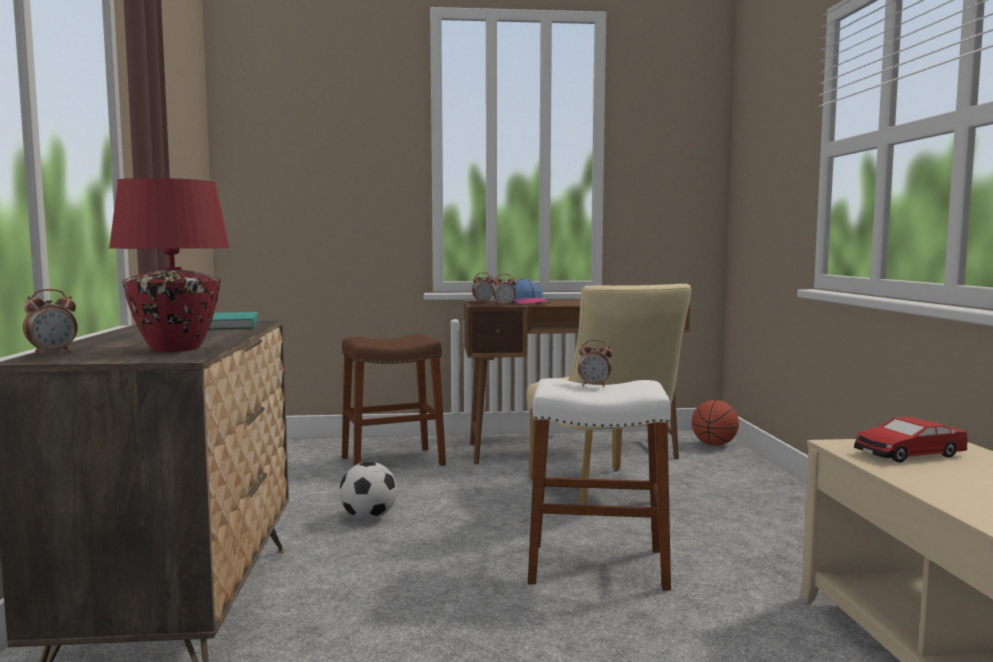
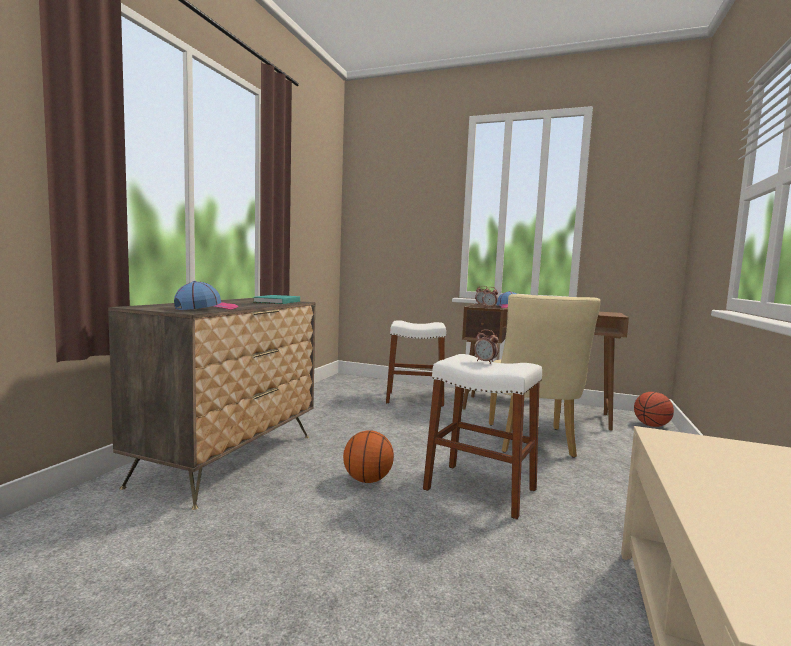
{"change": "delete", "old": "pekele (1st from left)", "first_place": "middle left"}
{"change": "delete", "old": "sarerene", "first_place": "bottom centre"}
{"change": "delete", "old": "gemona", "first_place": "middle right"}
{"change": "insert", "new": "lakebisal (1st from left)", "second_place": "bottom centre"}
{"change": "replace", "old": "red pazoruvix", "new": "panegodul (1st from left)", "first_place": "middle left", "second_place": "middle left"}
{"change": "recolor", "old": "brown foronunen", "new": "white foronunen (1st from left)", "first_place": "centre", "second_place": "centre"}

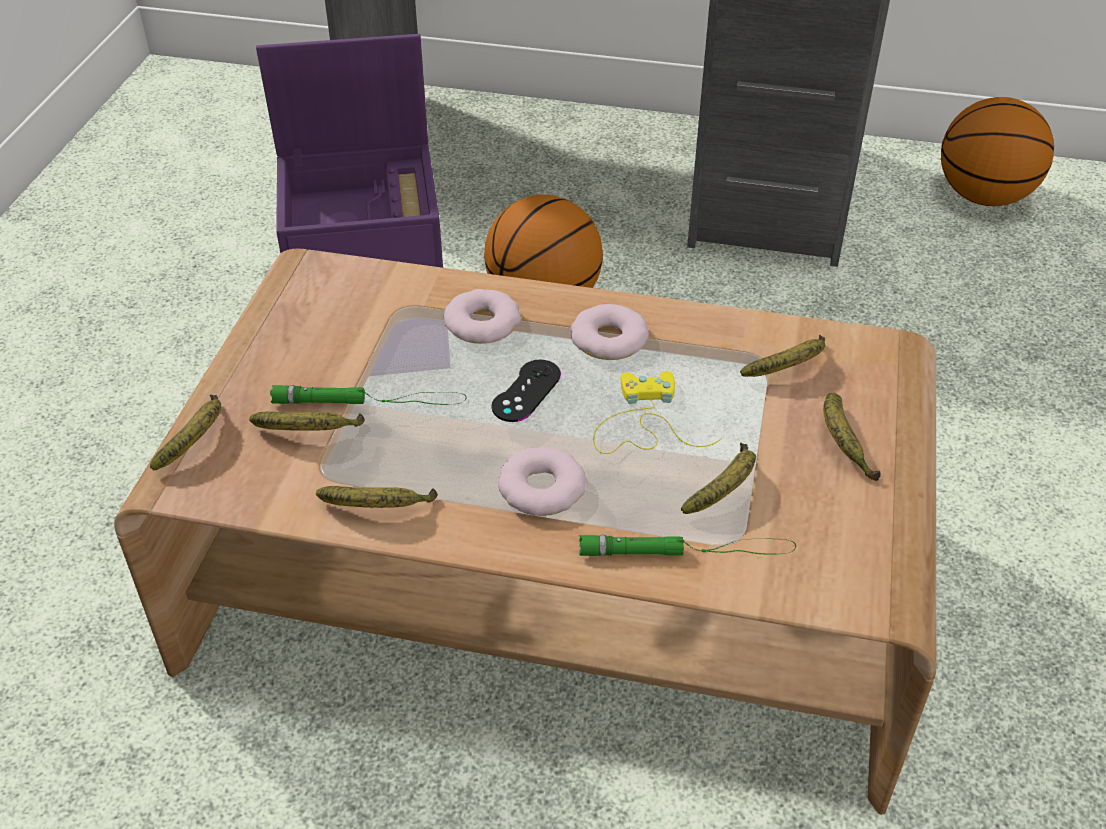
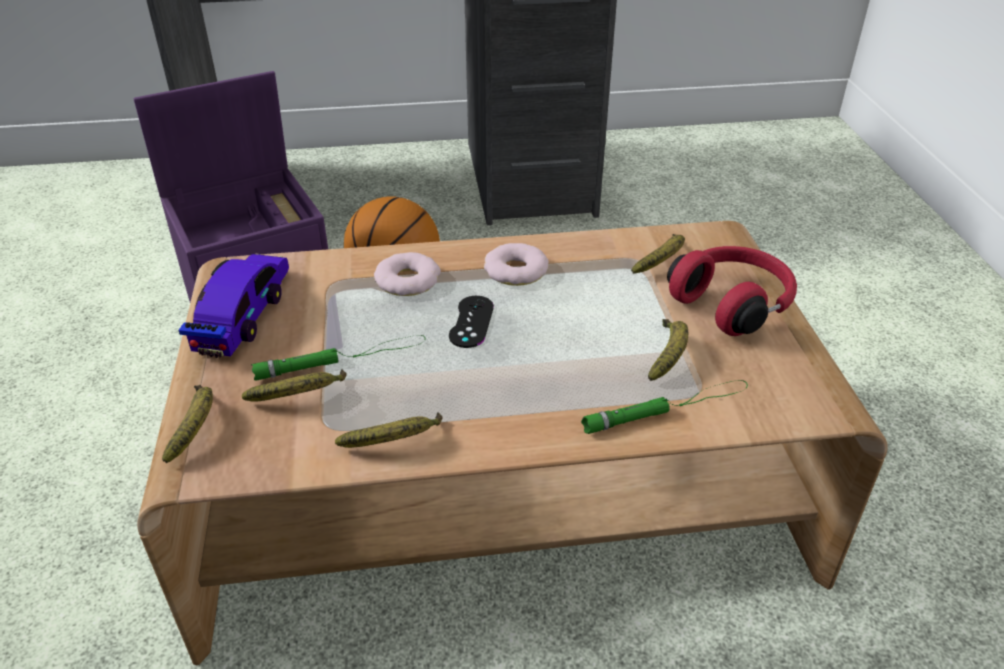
{"change": "delete", "old": "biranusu (2nd from left)", "first_place": "centre"}
{"change": "delete", "old": "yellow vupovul", "first_place": "centre"}
{"change": "delete", "old": "lakebisal (2nd from left)", "first_place": "top right"}
{"change": "insert", "new": "gemona", "second_place": "middle left"}
{"change": "replace", "old": "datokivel (6th from left)", "new": "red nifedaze", "first_place": "middle right", "second_place": "middle right"}

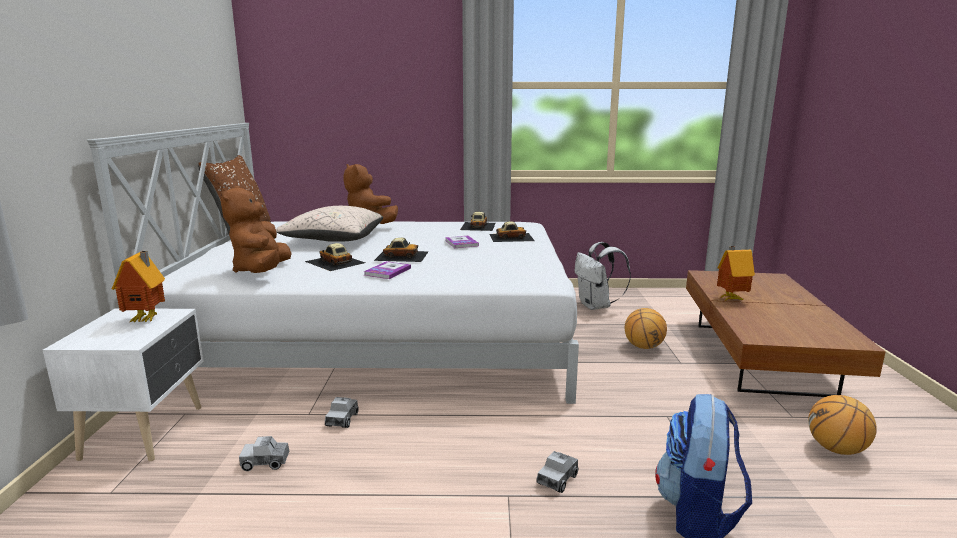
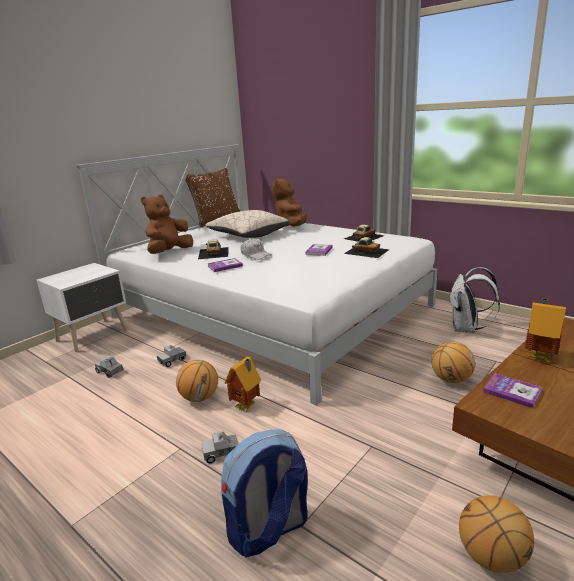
{"change": "insert", "new": "lakebisal (1st from left)", "second_place": "centre"}
{"change": "insert", "new": "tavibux (3rd from left)", "second_place": "bottom right"}
{"change": "move", "old": "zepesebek (1st from left)", "first_place": "middle left", "second_place": "centre"}
{"change": "replace", "old": "gemona (2nd from left)", "new": "white panegodul", "first_place": "centre", "second_place": "centre"}

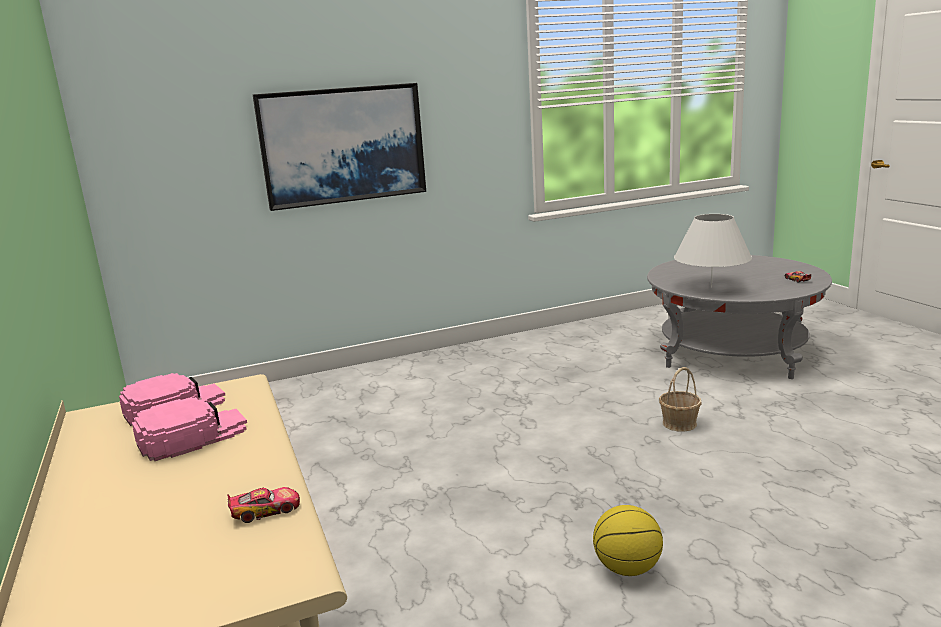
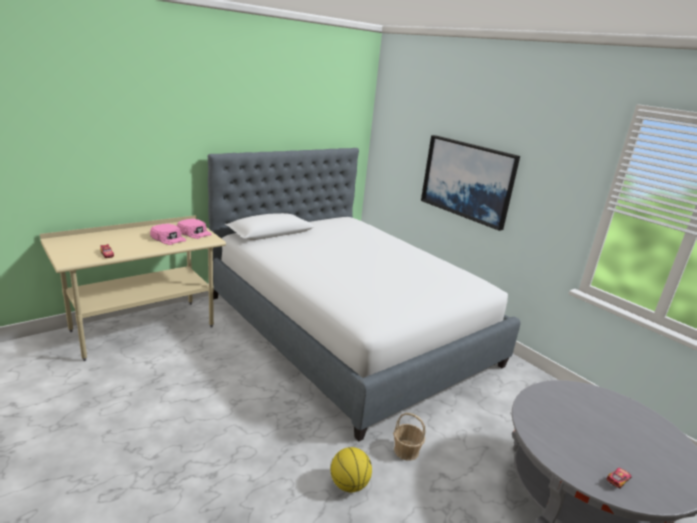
{"change": "delete", "old": "white pazoruvix", "first_place": "middle right"}
{"change": "insert", "new": "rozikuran", "second_place": "centre"}
{"change": "move", "old": "lakebisal", "first_place": "bottom right", "second_place": "bottom centre"}

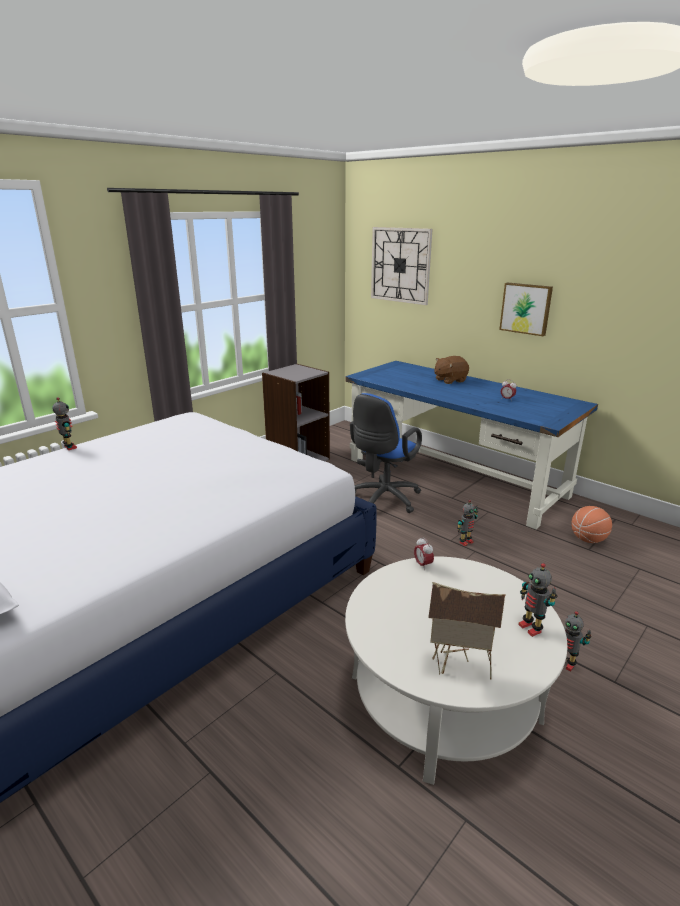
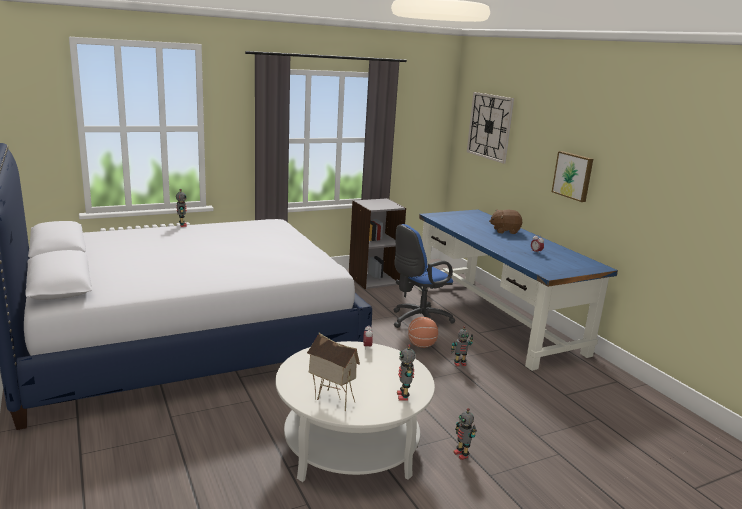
{"change": "move", "old": "lakebisal", "first_place": "middle right", "second_place": "centre"}

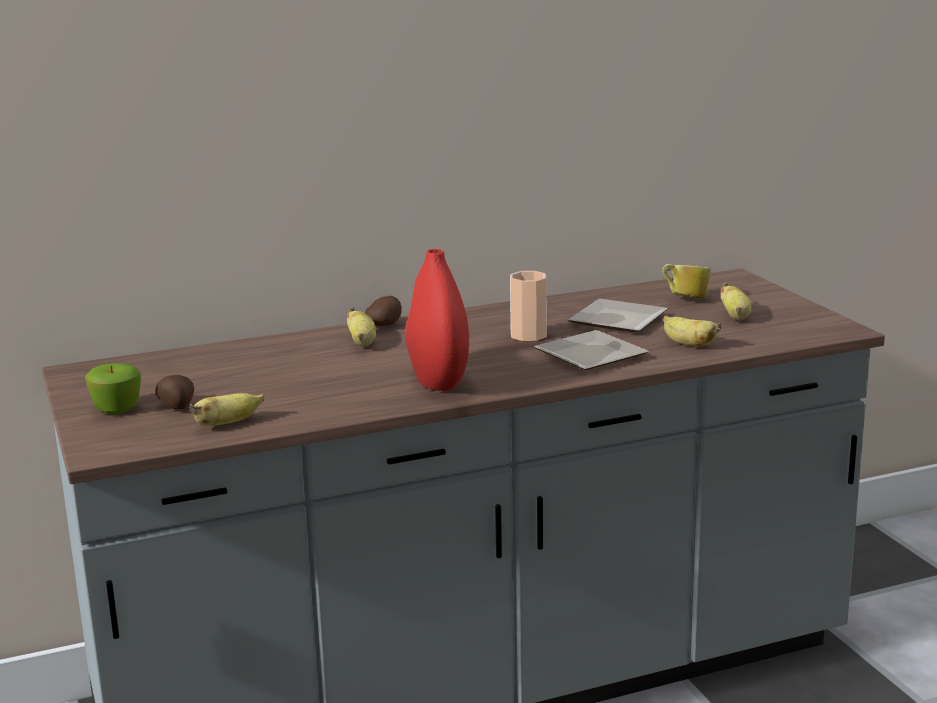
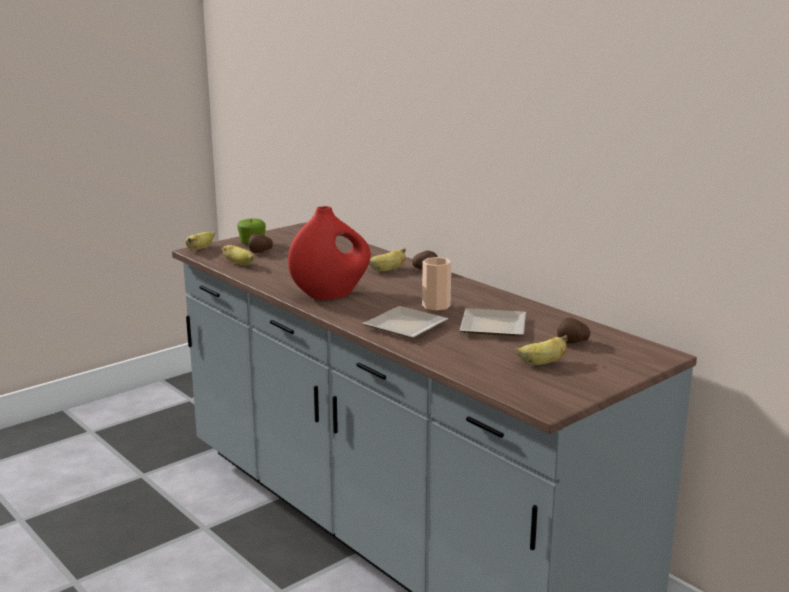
{"change": "move", "old": "datokivel (3rd from left in the first image)", "new": "datokivel (1st from left)", "first_place": "middle right", "second_place": "middle left"}
{"change": "replace", "old": "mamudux", "new": "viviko (3rd from left)", "first_place": "middle right", "second_place": "middle right"}

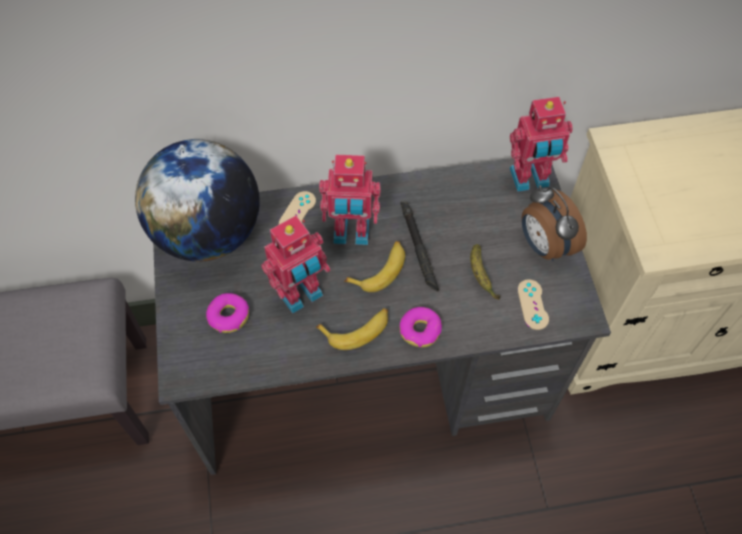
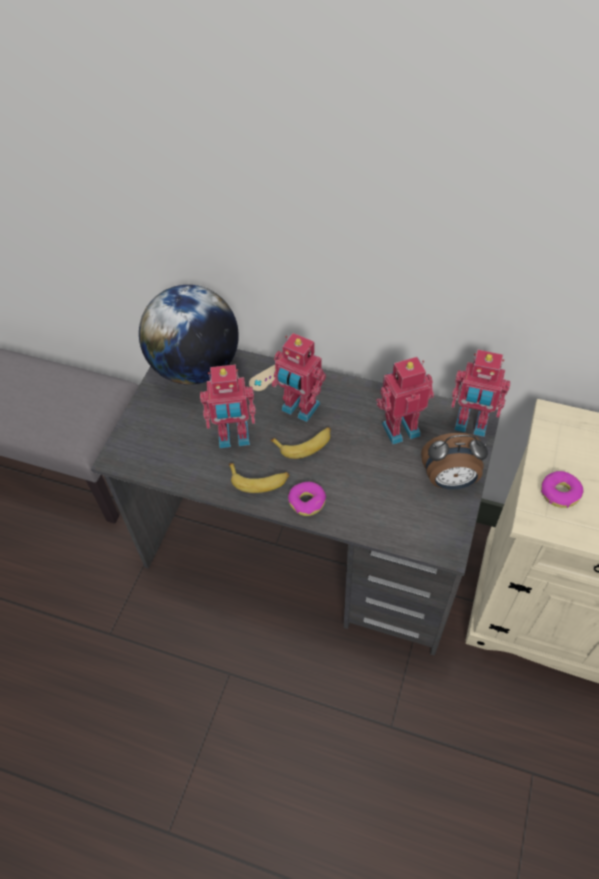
{"change": "delete", "old": "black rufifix", "first_place": "centre"}
{"change": "delete", "old": "datokivel (3rd from left)", "first_place": "centre"}
{"change": "delete", "old": "beige vupovul (2nd from left)", "first_place": "middle right"}
{"change": "insert", "new": "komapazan (3rd from left)", "second_place": "middle right"}
{"change": "move", "old": "biranusu (1st from left in the first image)", "new": "biranusu (2nd from left)", "first_place": "middle left", "second_place": "middle right"}
{"change": "rotate", "old": "pekele", "first_place": "middle right", "second_place": "middle right", "degrees": -90}

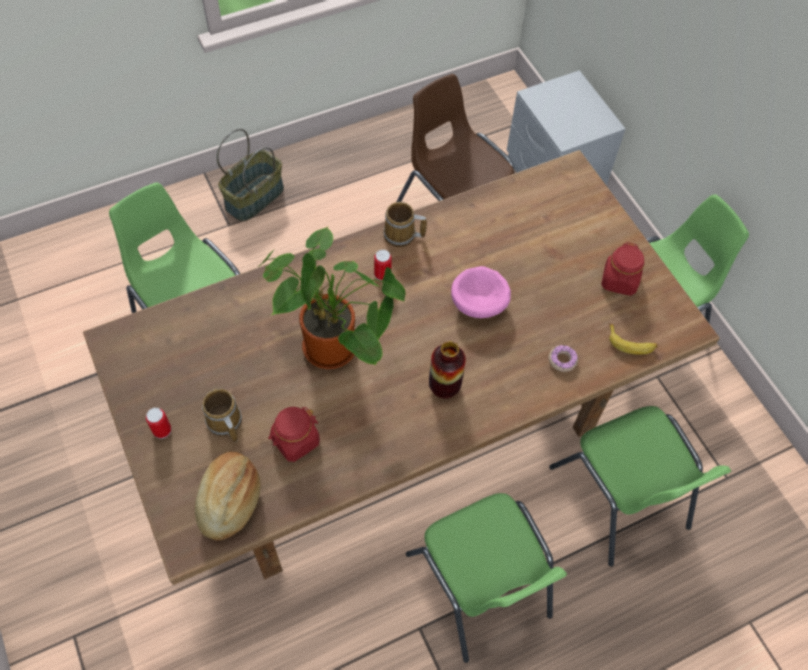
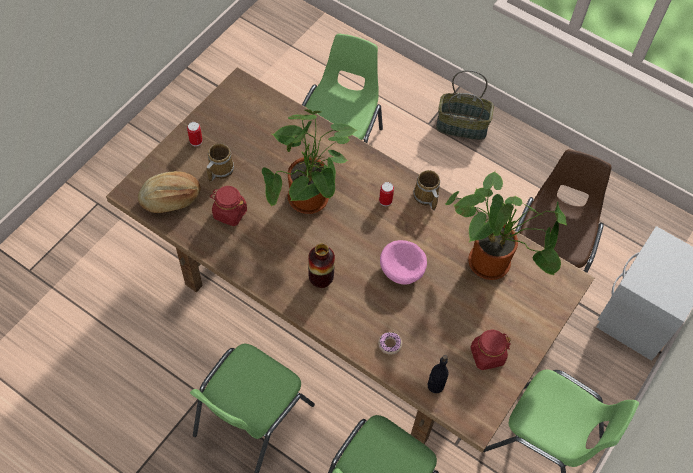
{"change": "insert", "new": "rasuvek (2nd from left)", "second_place": "middle right"}
{"change": "replace", "old": "datokivel", "new": "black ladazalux", "first_place": "middle right", "second_place": "bottom centre"}

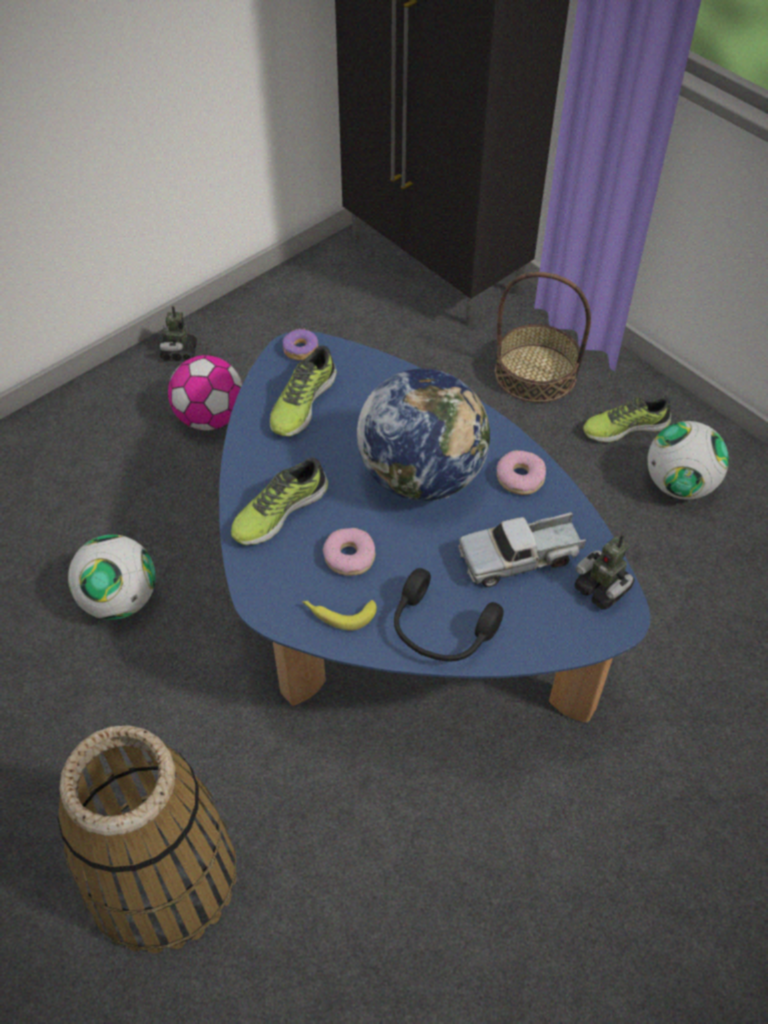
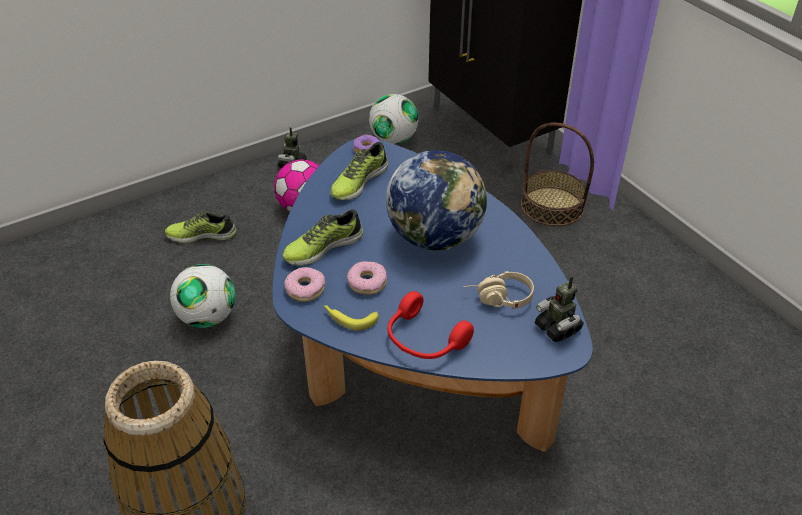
{"change": "move", "old": "biranusu (3rd from left in the first image)", "new": "biranusu (1st from left)", "first_place": "middle right", "second_place": "centre"}
{"change": "move", "old": "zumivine (3rd from left in the first image)", "new": "zumivine (1st from left)", "first_place": "middle right", "second_place": "middle left"}
{"change": "move", "old": "sarerene (3rd from left)", "first_place": "middle right", "second_place": "top centre"}
{"change": "replace", "old": "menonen", "new": "beige nifedaze", "first_place": "middle right", "second_place": "centre"}
{"change": "recolor", "old": "black nifedaze", "new": "red nifedaze", "first_place": "centre", "second_place": "centre"}

